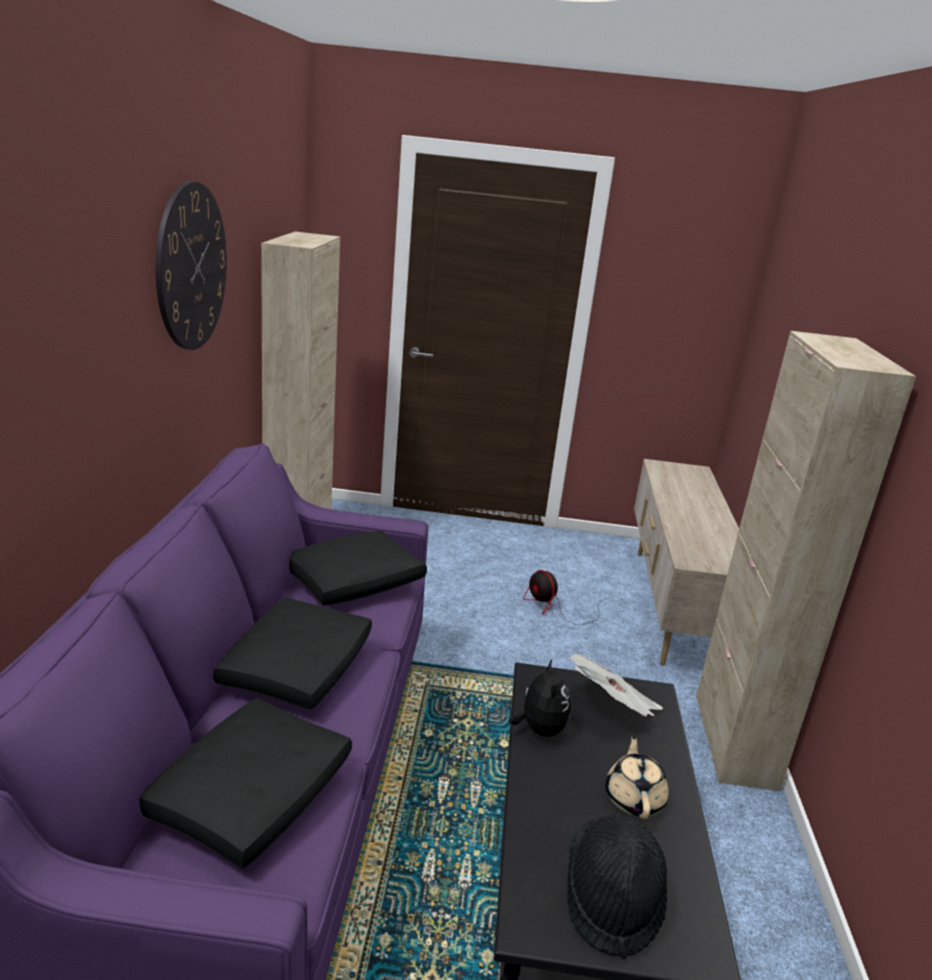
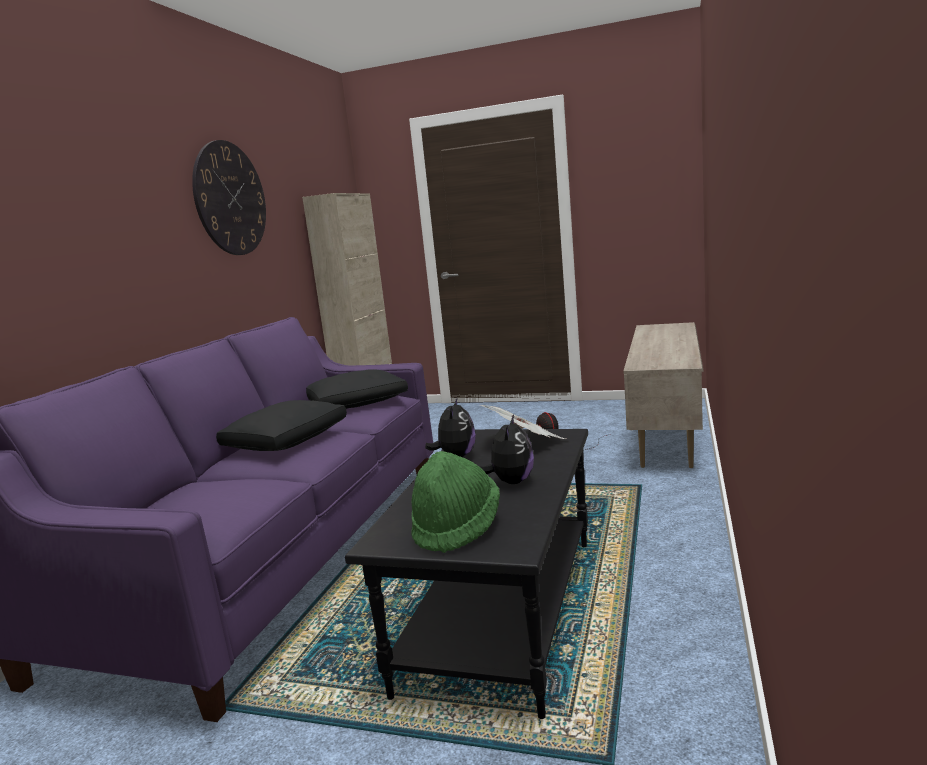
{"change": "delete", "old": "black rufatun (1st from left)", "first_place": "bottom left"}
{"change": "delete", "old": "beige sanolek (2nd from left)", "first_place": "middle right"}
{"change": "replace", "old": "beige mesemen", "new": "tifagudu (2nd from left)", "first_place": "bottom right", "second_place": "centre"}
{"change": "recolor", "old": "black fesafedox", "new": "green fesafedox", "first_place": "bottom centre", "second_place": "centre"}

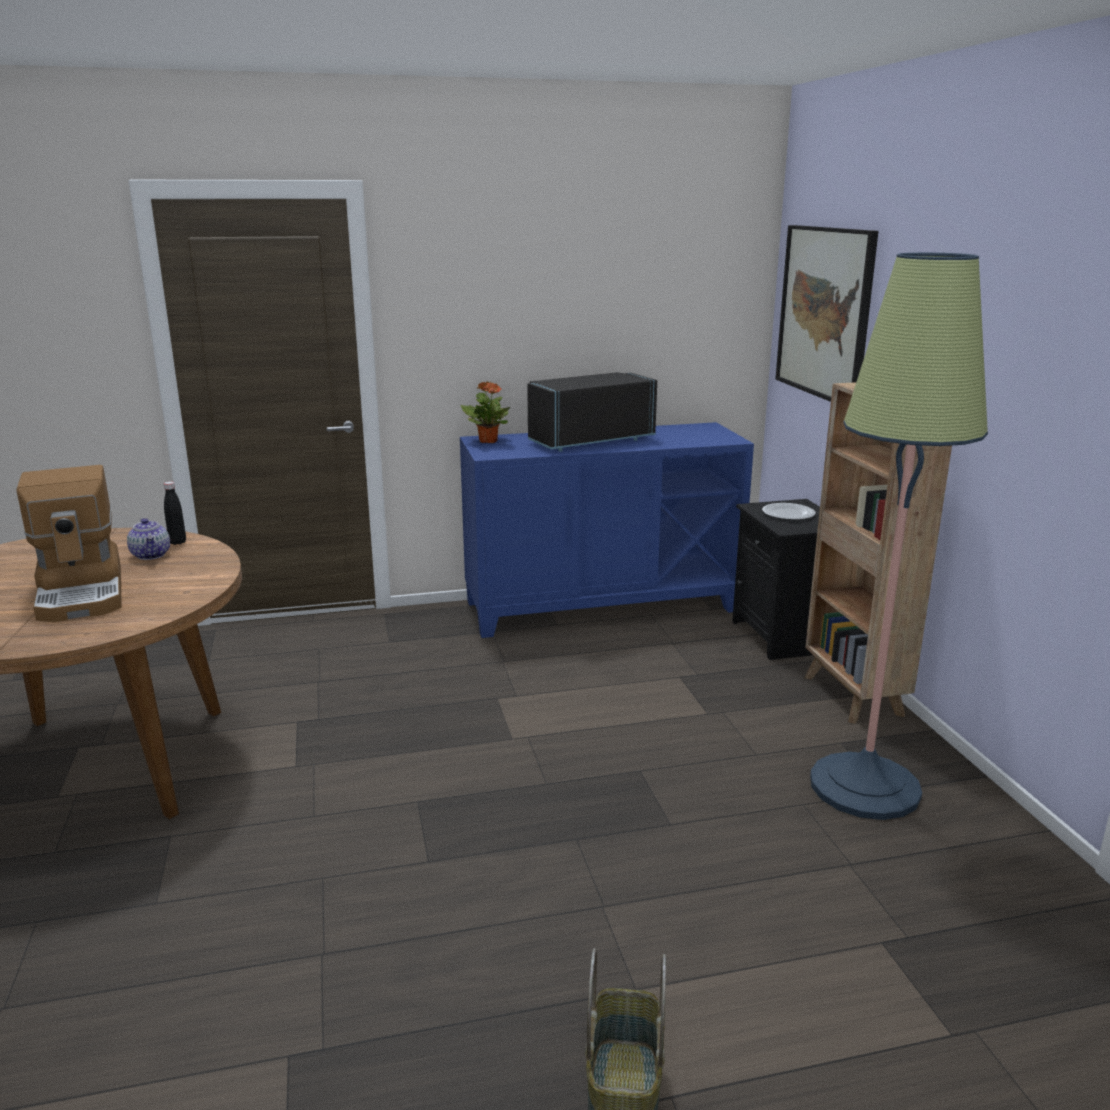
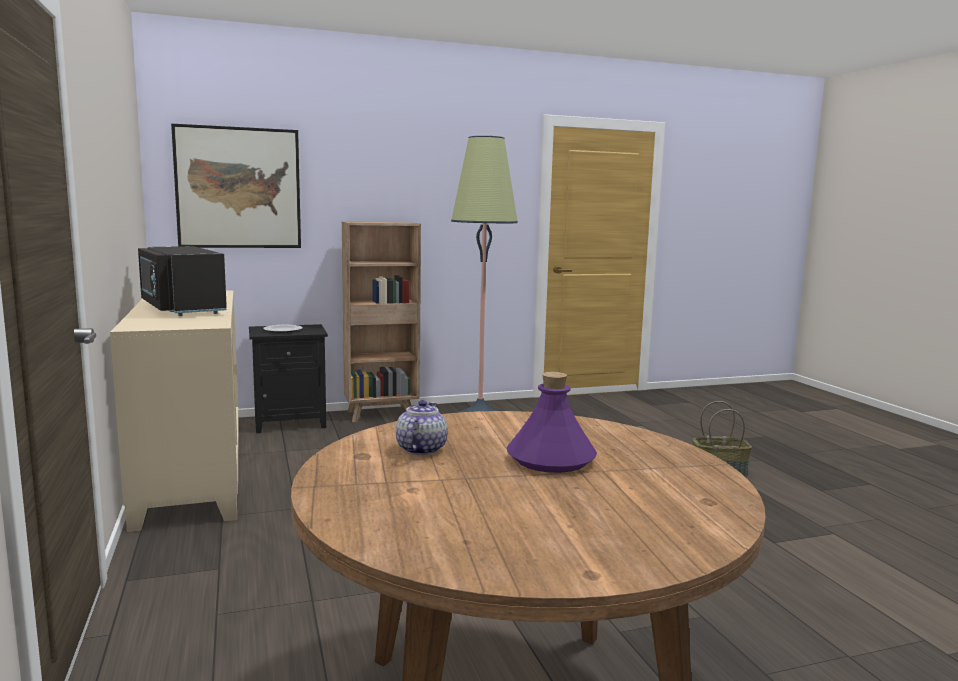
{"change": "delete", "old": "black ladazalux", "first_place": "middle left"}
{"change": "delete", "old": "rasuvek", "first_place": "centre"}
{"change": "replace", "old": "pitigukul", "new": "purple ladazalux", "first_place": "middle left", "second_place": "centre"}
{"change": "recolor", "old": "blue sanolek", "new": "beige sanolek", "first_place": "centre", "second_place": "middle left"}
{"change": "rotate", "old": "mesemen", "first_place": "middle left", "second_place": "centre", "degrees": -45}

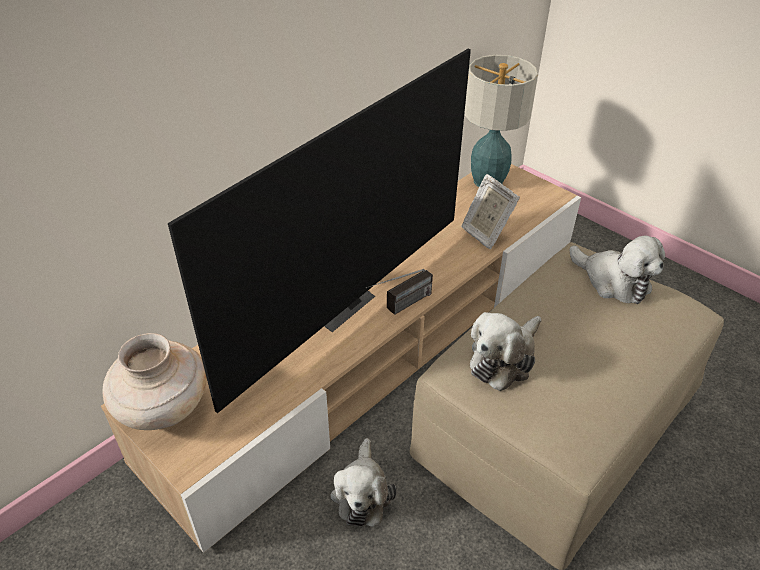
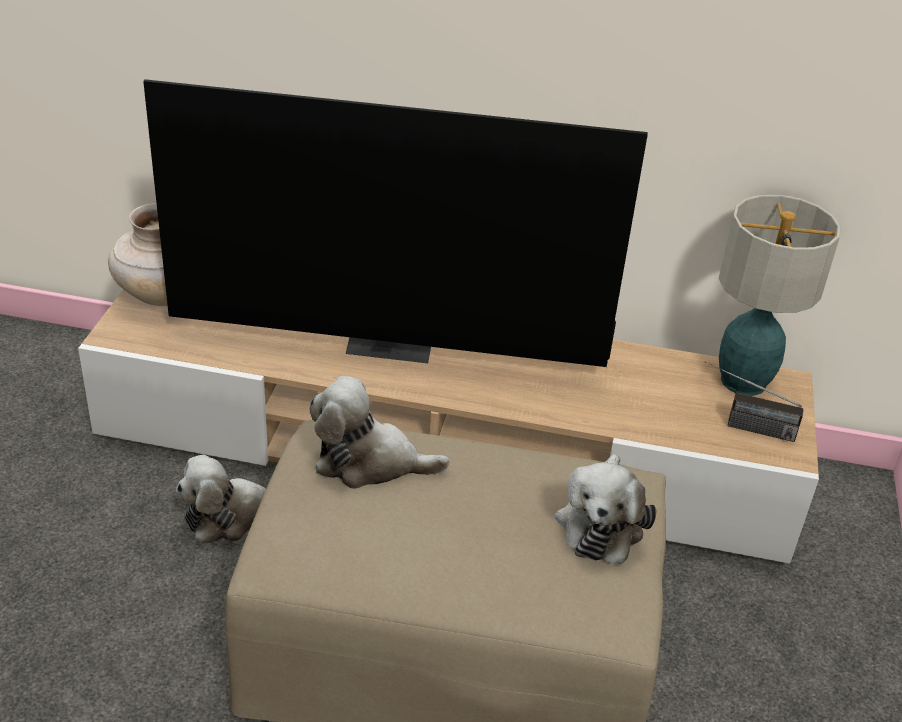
{"change": "delete", "old": "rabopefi", "first_place": "centre"}
{"change": "move", "old": "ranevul", "first_place": "centre", "second_place": "middle right"}

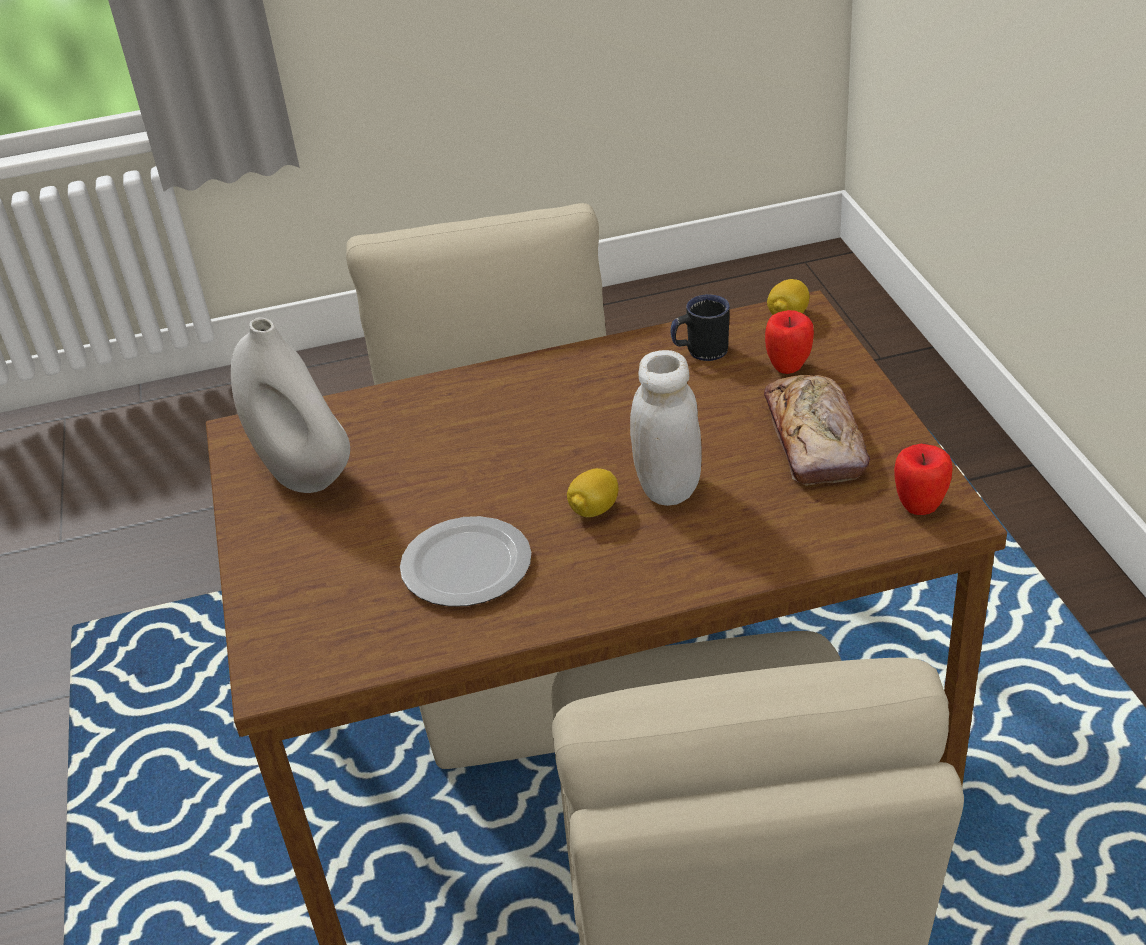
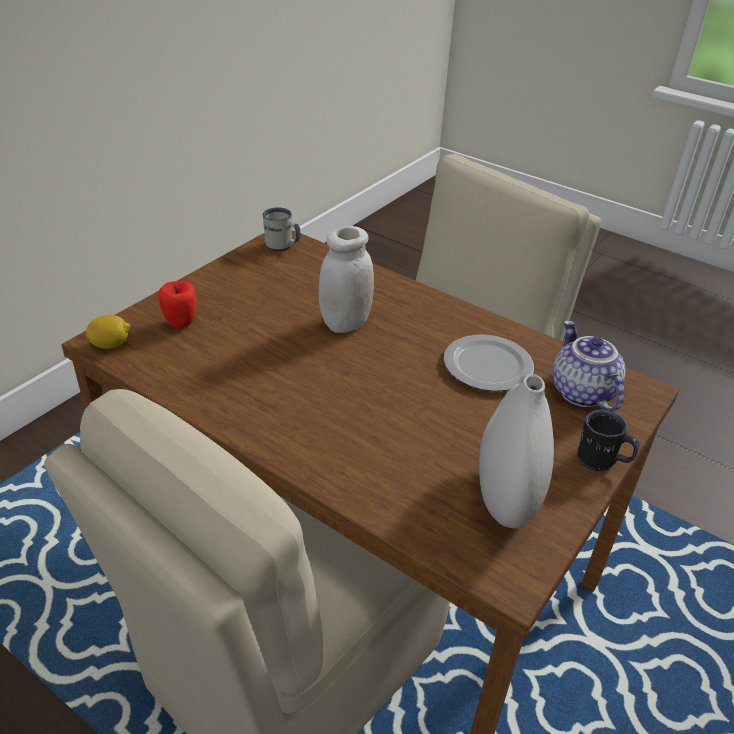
{"change": "delete", "old": "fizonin (1st from left)", "first_place": "centre"}
{"change": "delete", "old": "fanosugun", "first_place": "middle right"}
{"change": "insert", "new": "mesemen", "second_place": "middle right"}
{"change": "move", "old": "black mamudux", "first_place": "centre", "second_place": "middle right"}
{"change": "replace", "old": "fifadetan (2nd from left)", "new": "white mamudux", "first_place": "middle right", "second_place": "top centre"}

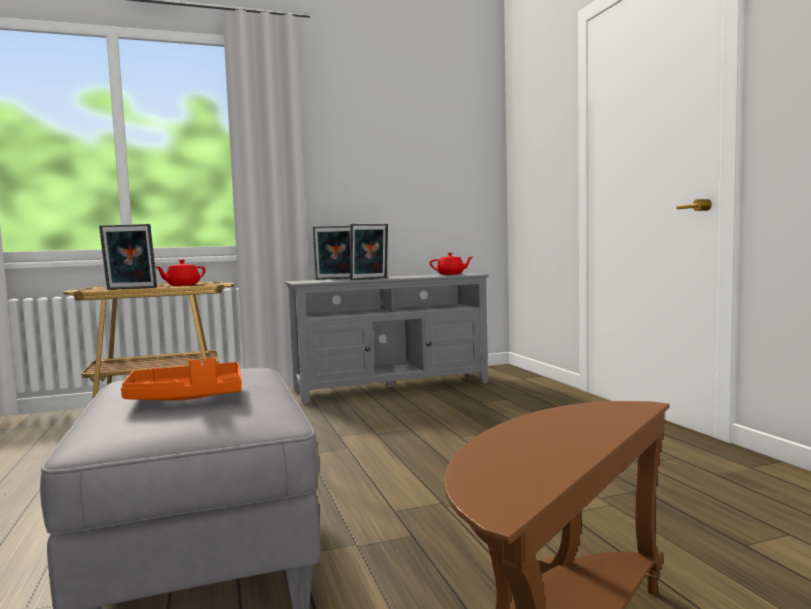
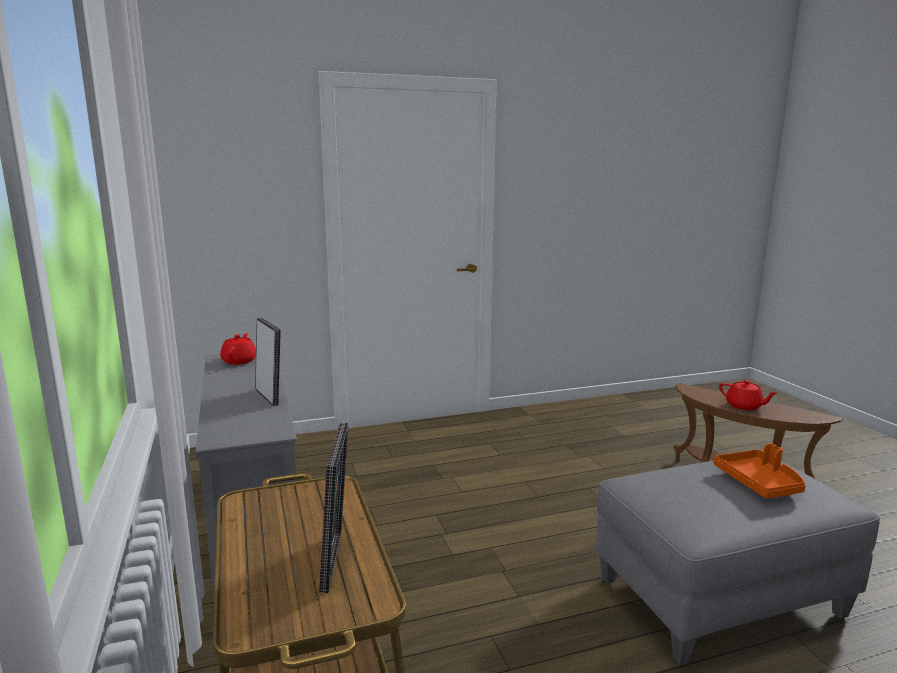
{"change": "delete", "old": "rabopefi (2nd from left)", "first_place": "centre"}
{"change": "move", "old": "red mesemen (1st from left in the first image)", "new": "red mesemen (2nd from left)", "first_place": "middle left", "second_place": "middle right"}

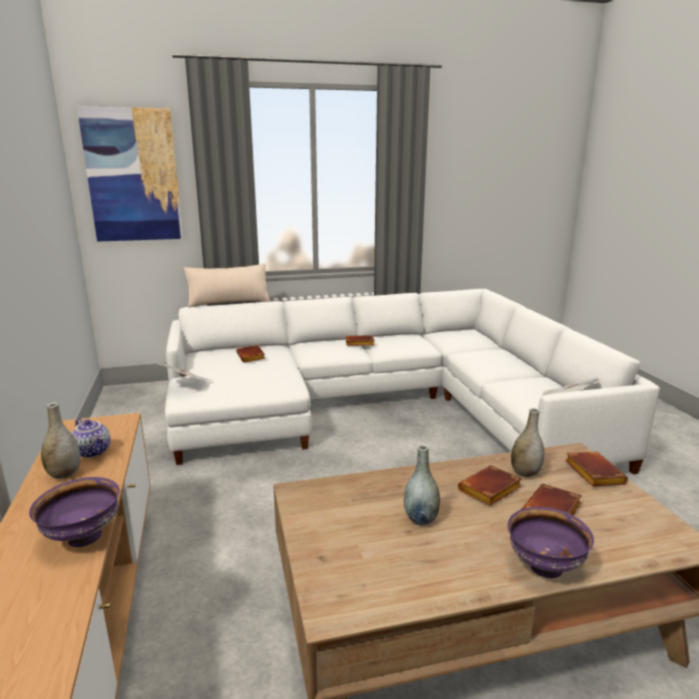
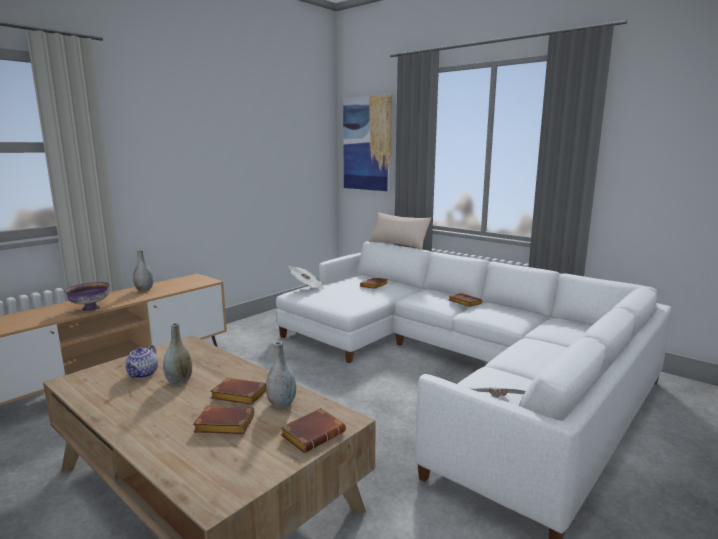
{"change": "delete", "old": "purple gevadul (2nd from left)", "first_place": "bottom right"}
{"change": "move", "old": "mesemen", "first_place": "middle left", "second_place": "bottom left"}

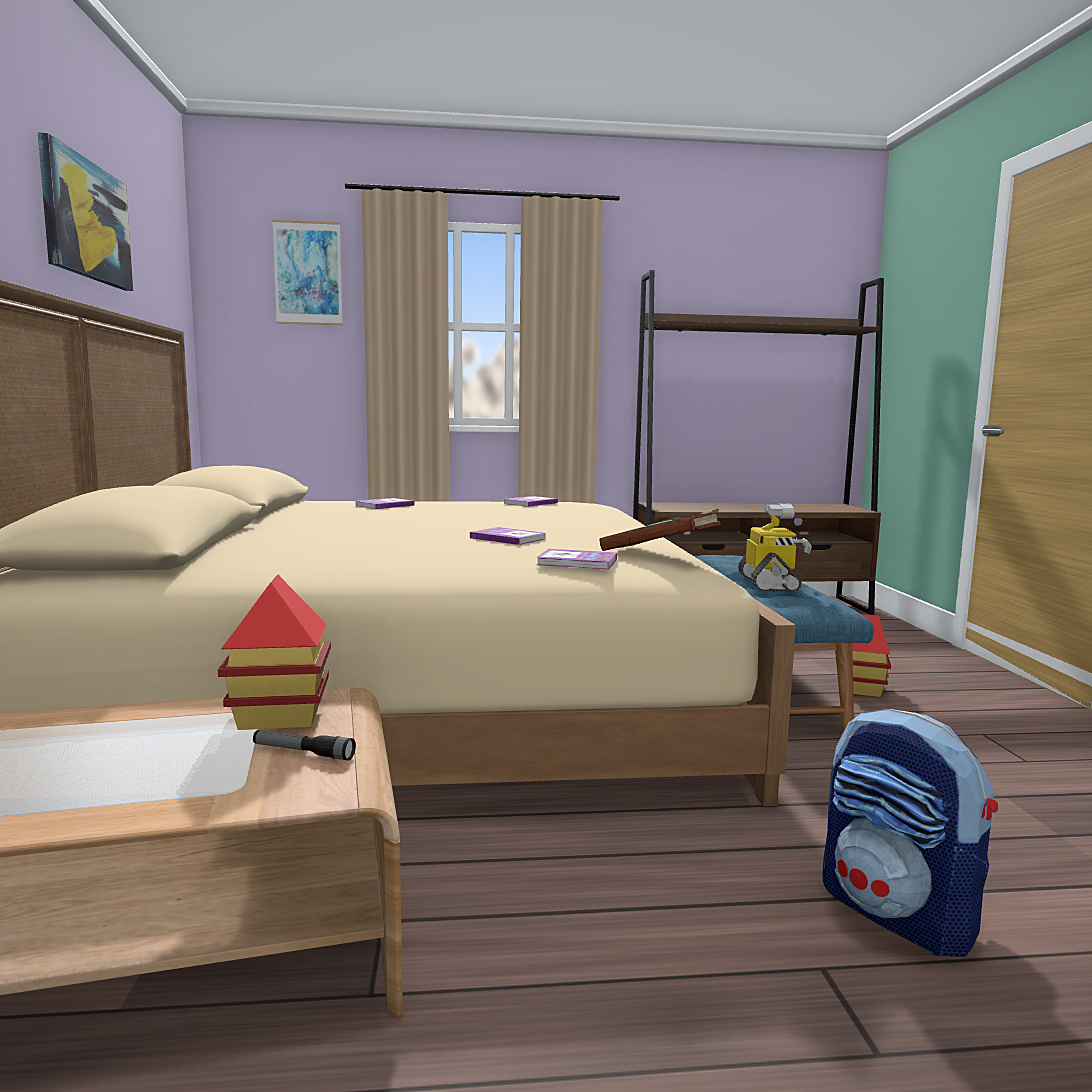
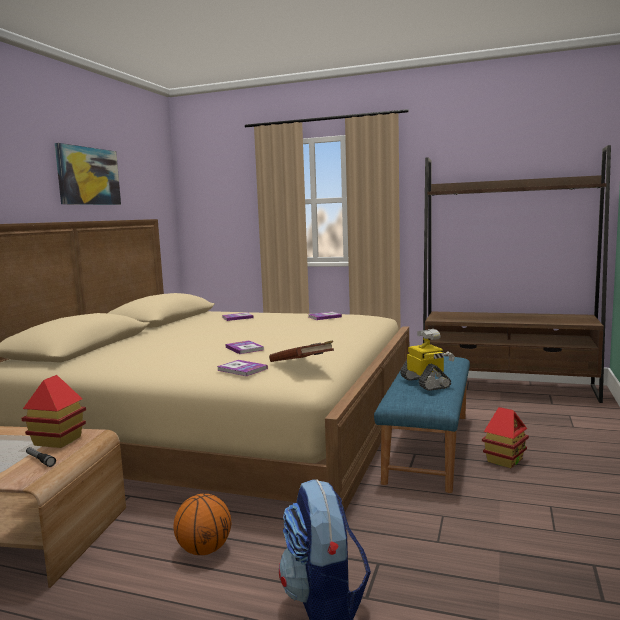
{"change": "delete", "old": "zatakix (2nd from left)", "first_place": "top left"}
{"change": "insert", "new": "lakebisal", "second_place": "bottom left"}
{"change": "rotate", "old": "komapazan", "first_place": "middle right", "second_place": "middle right", "degrees": -45}

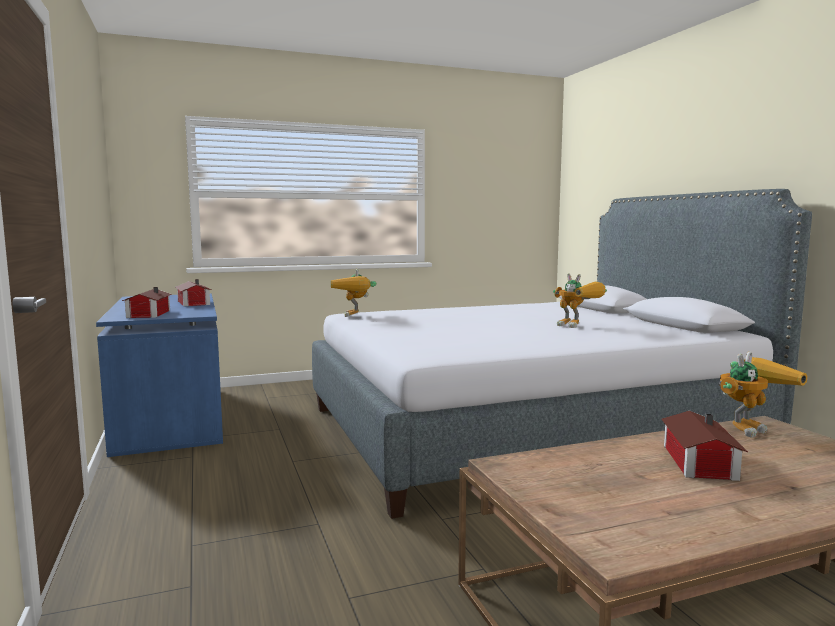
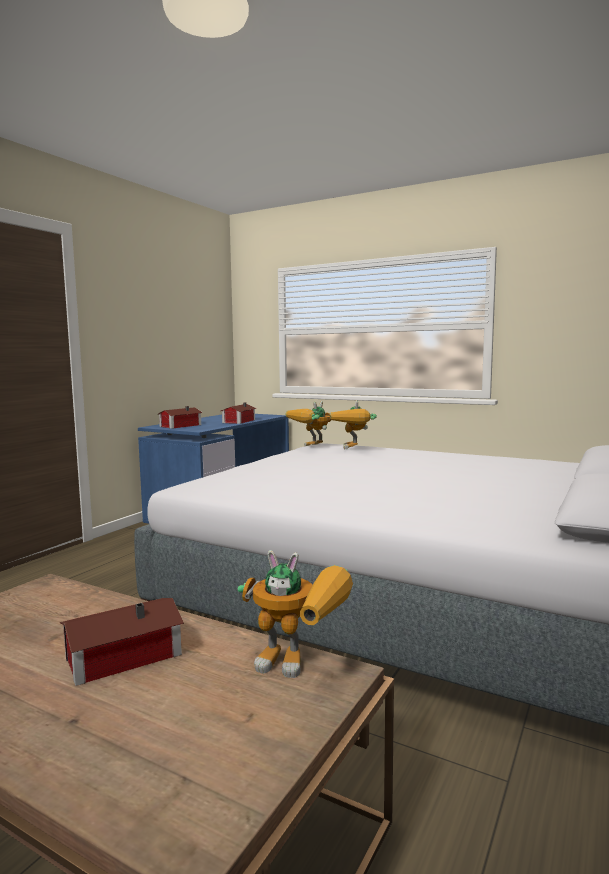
{"change": "move", "old": "komapazan (2nd from left in the first image)", "new": "komapazan (3rd from left)", "first_place": "middle right", "second_place": "centre"}

